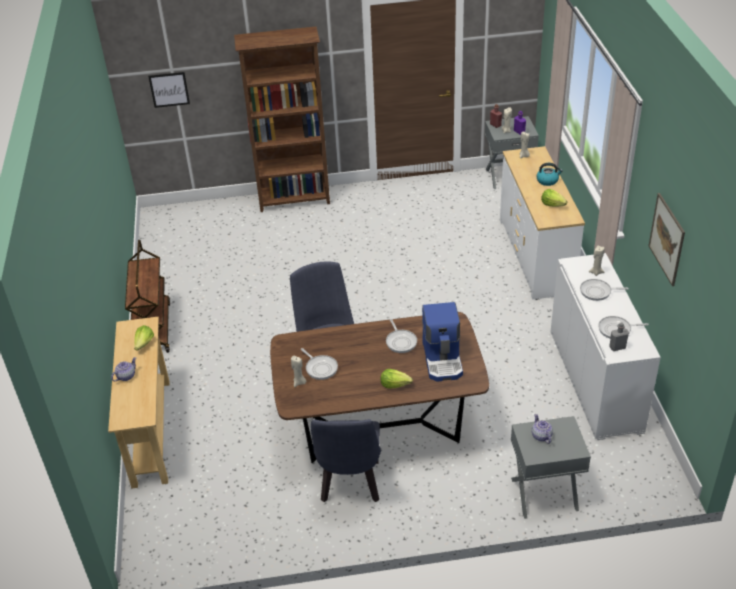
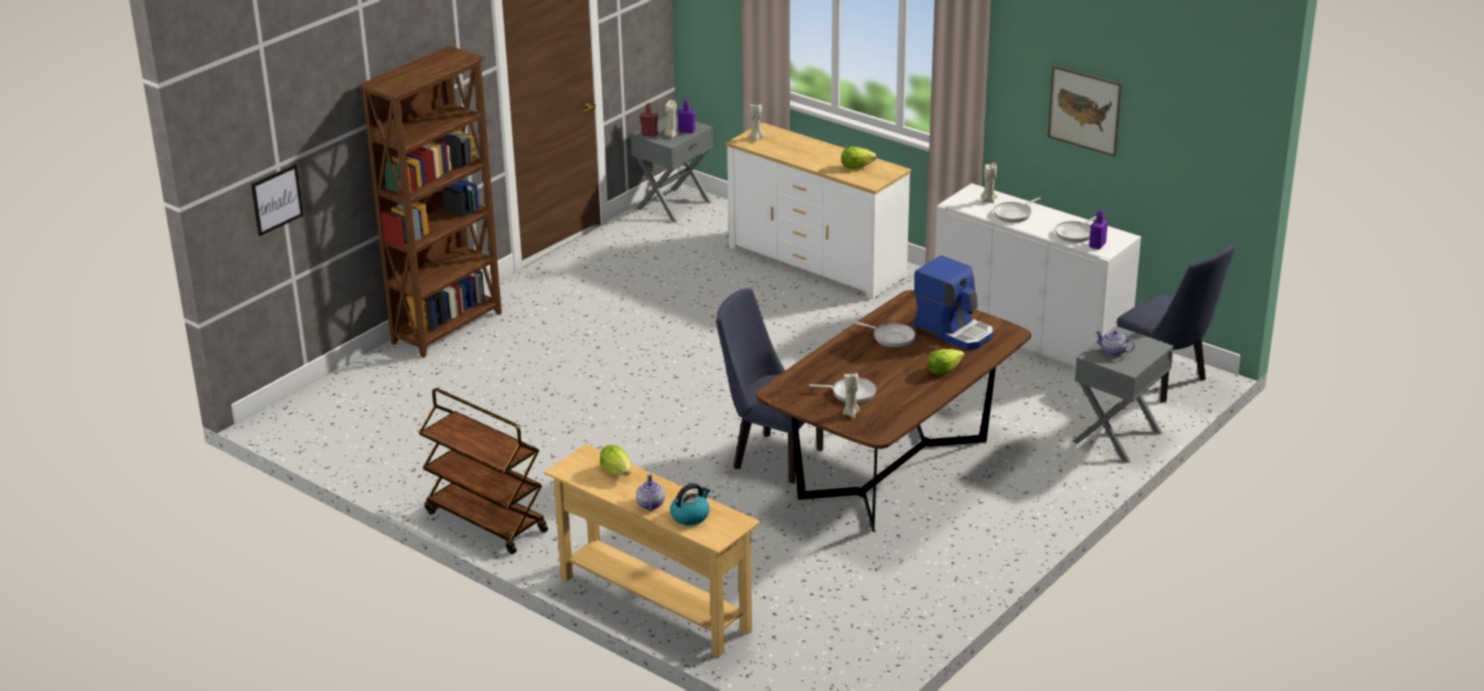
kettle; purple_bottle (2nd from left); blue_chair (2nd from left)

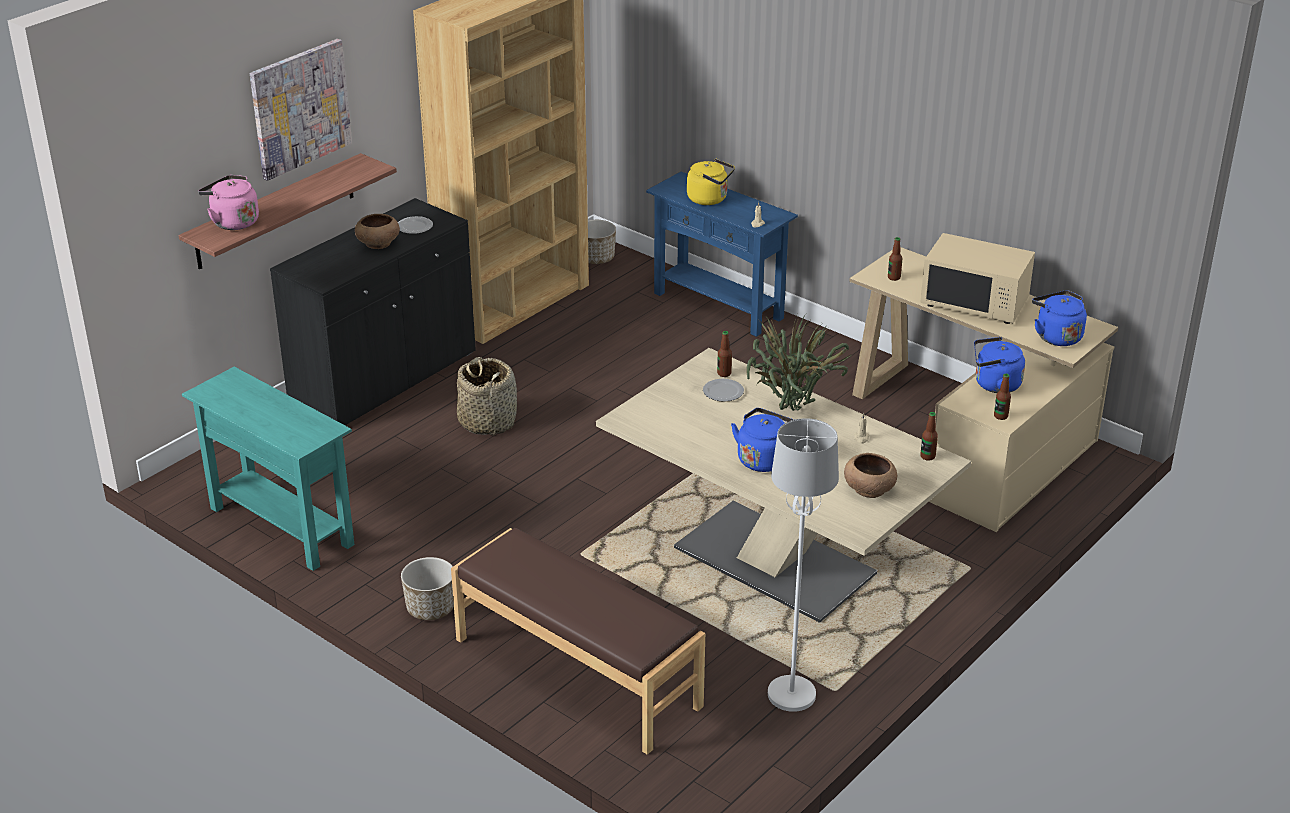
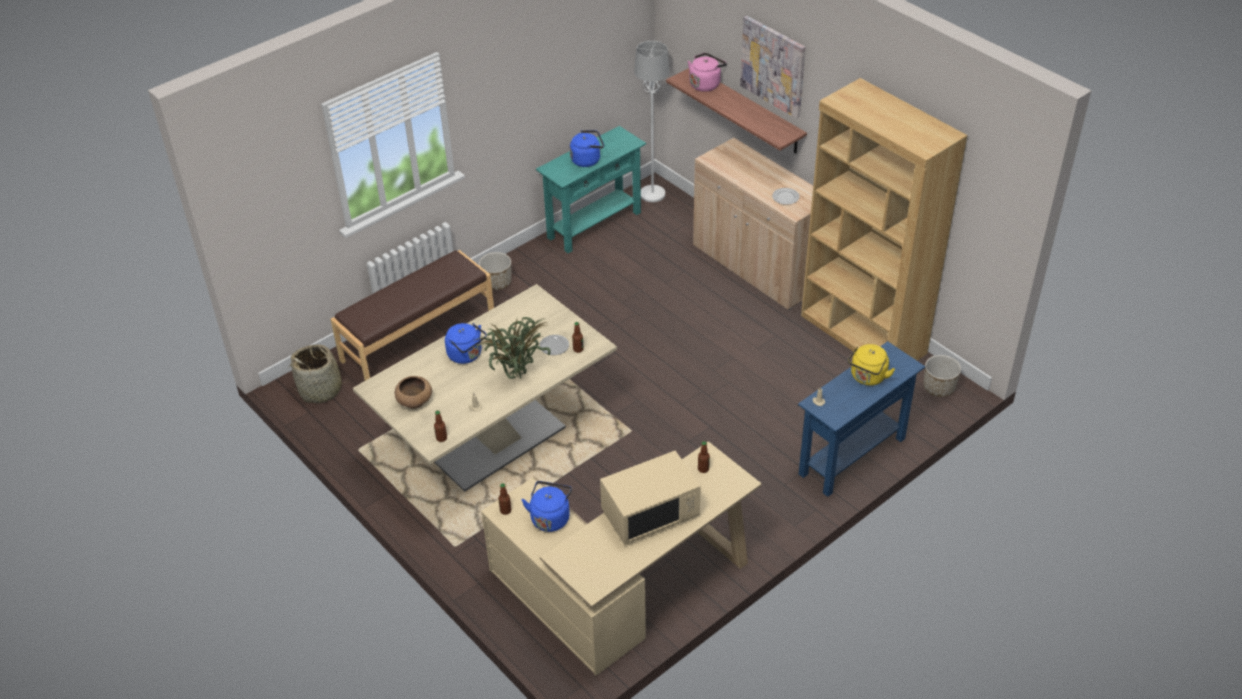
beige_cabinet; brown_bowl (1st from left in the first image); beige_microwave; blue_kettle (3rd from left); basket; white_floor_lamp

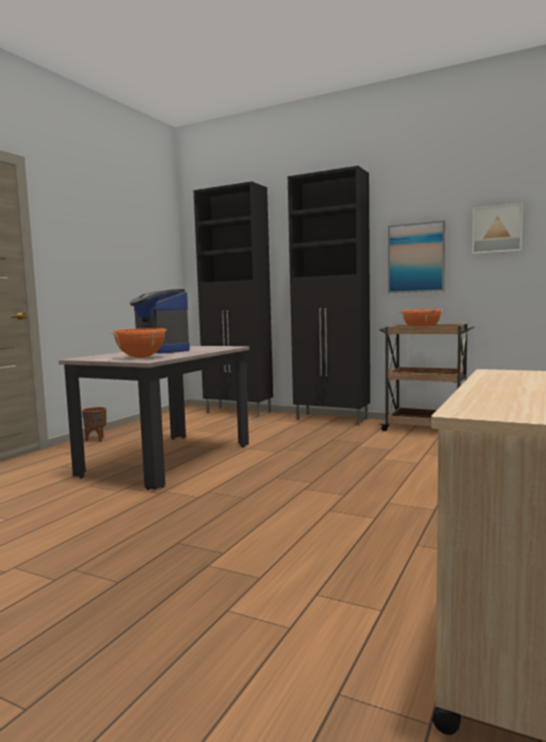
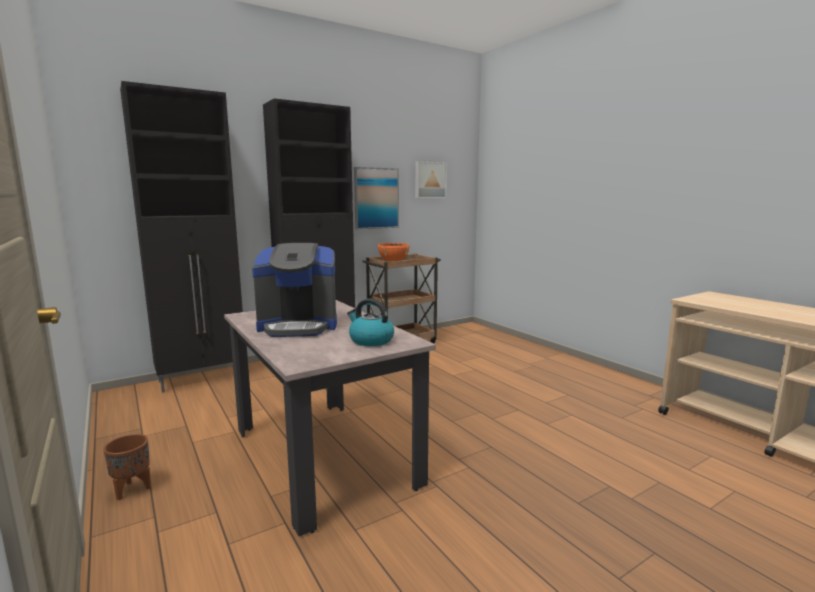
kettle

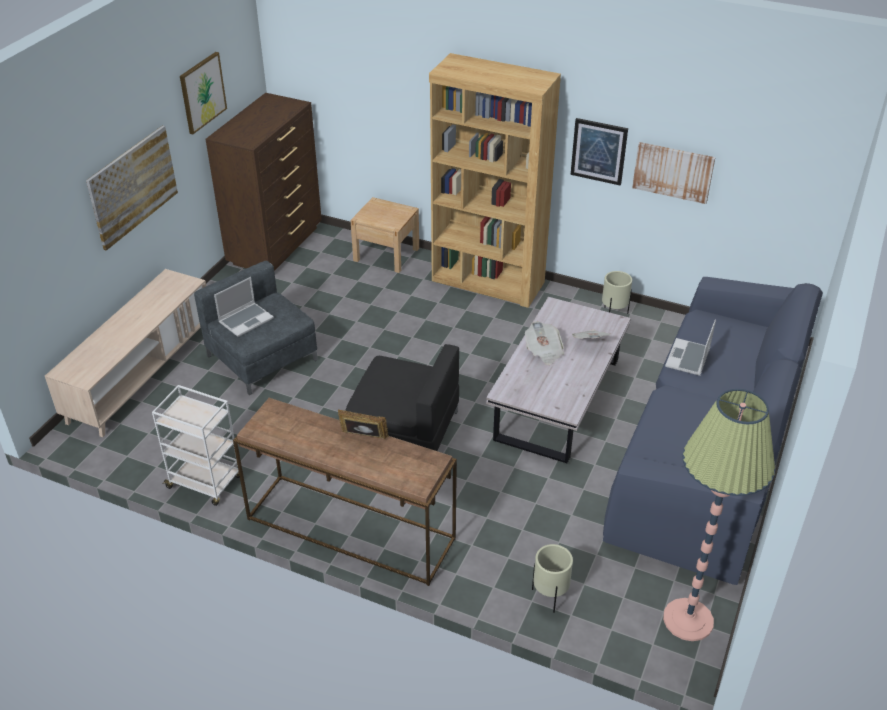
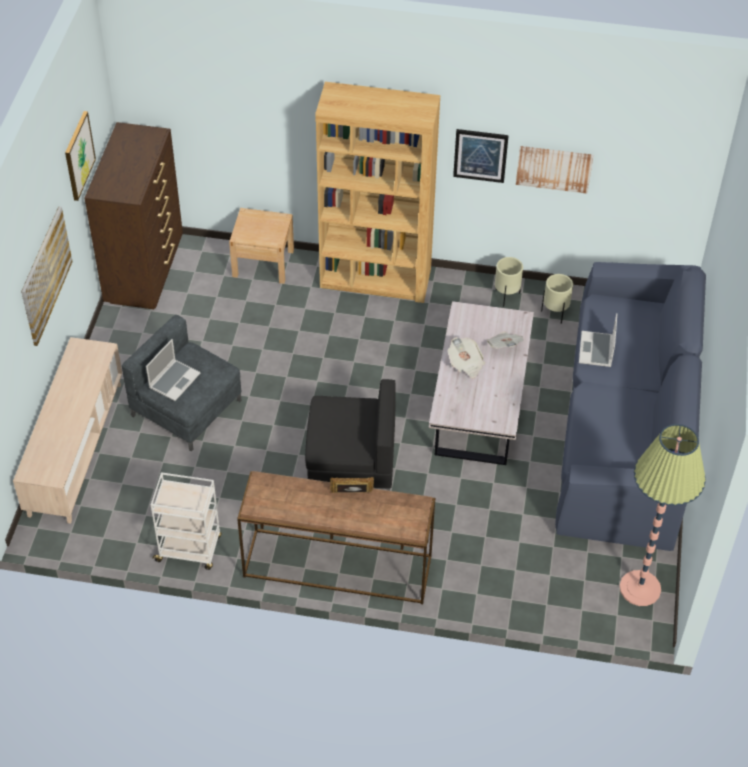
beige_planter (2nd from left)

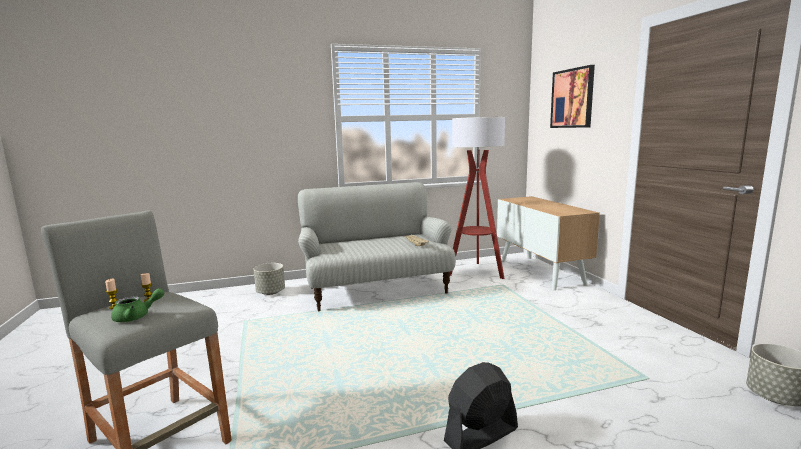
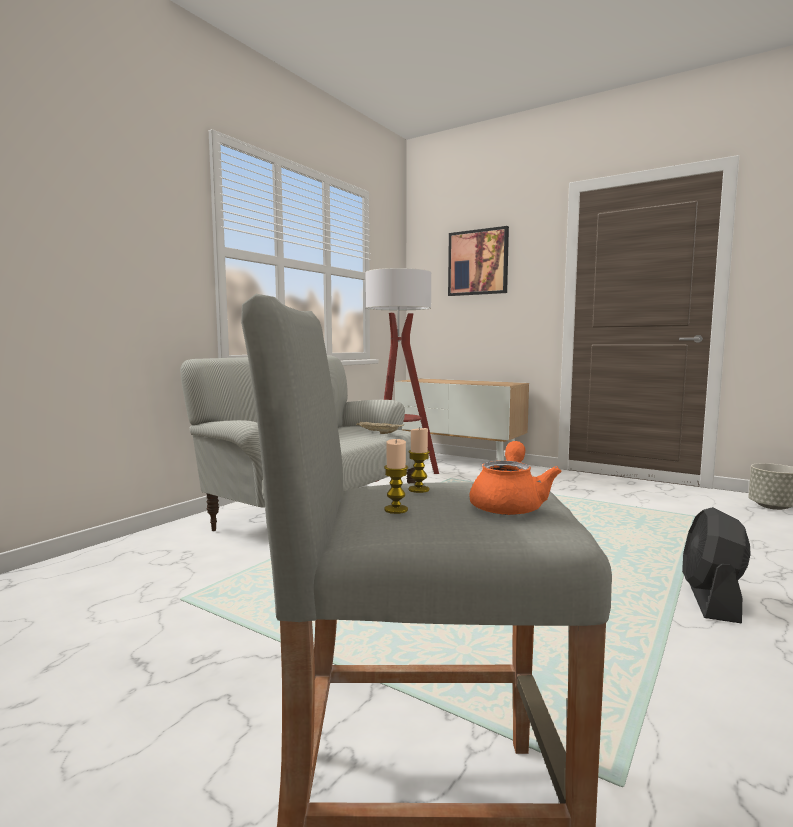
grey_planter (1st from left in the first image); orange_teapot

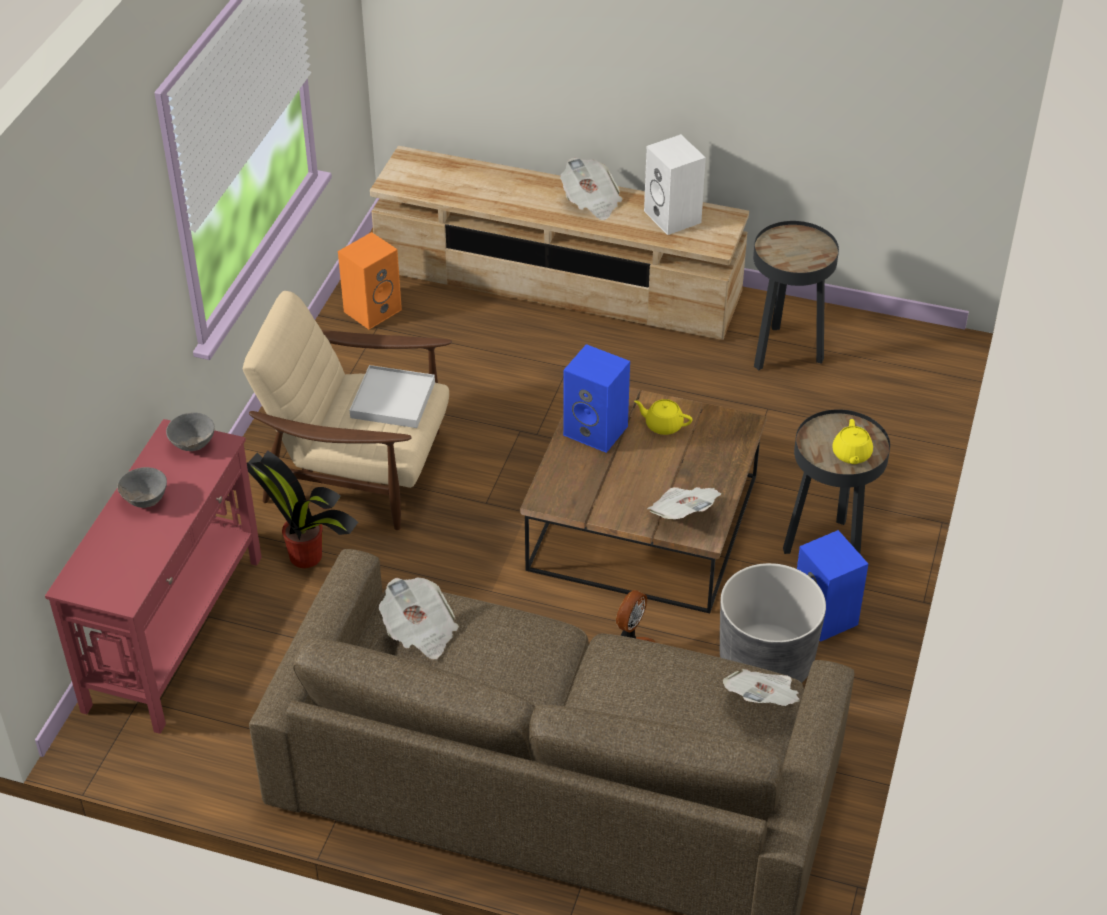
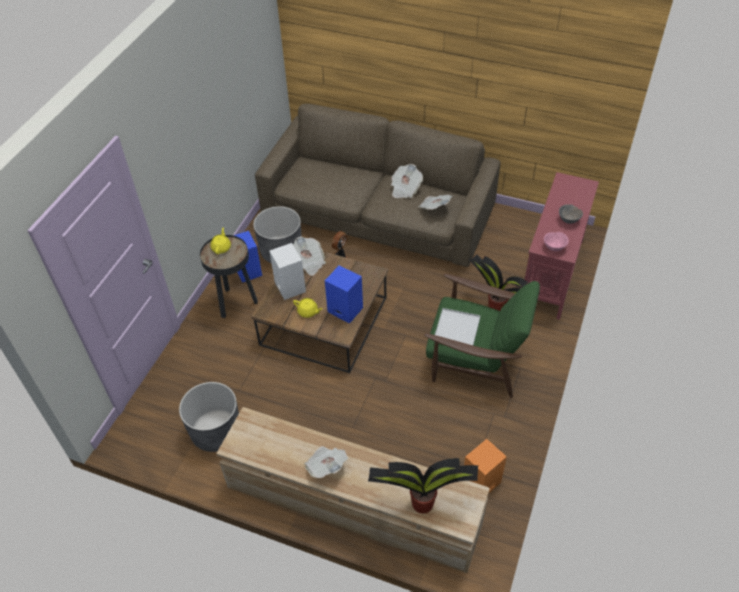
white_speaker; grey_planter (1st from left); green_armchair; pink_bowl; newspaper (3rd from left); potted_plant (1st from left)

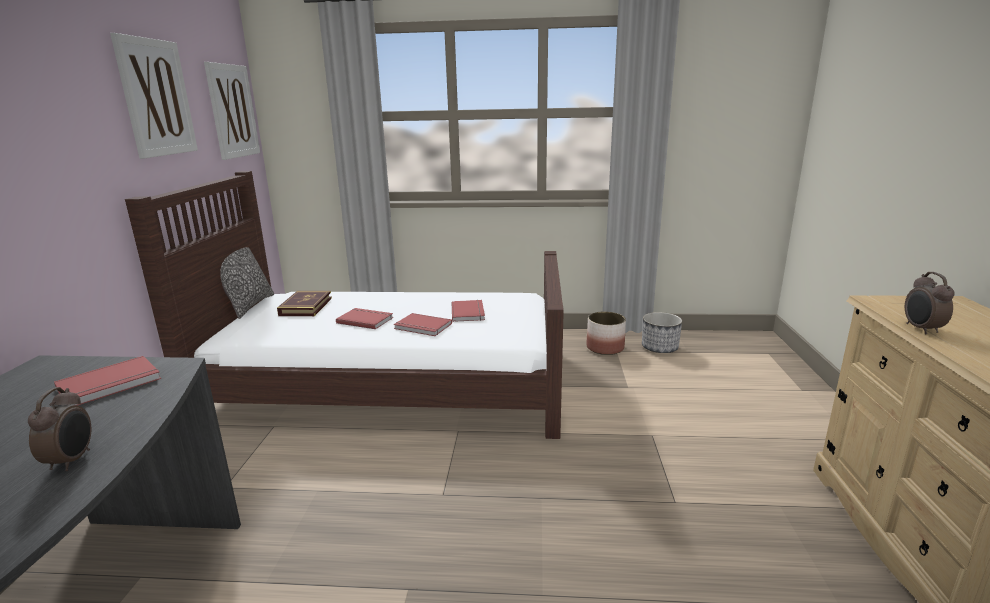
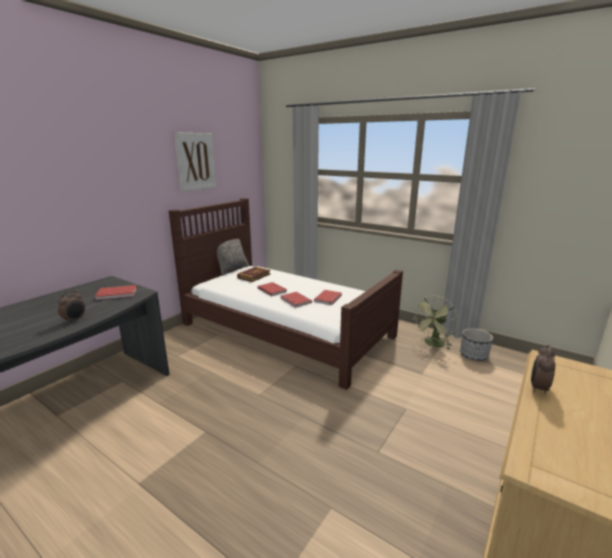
picture (2nd from left in the first image); green_fan

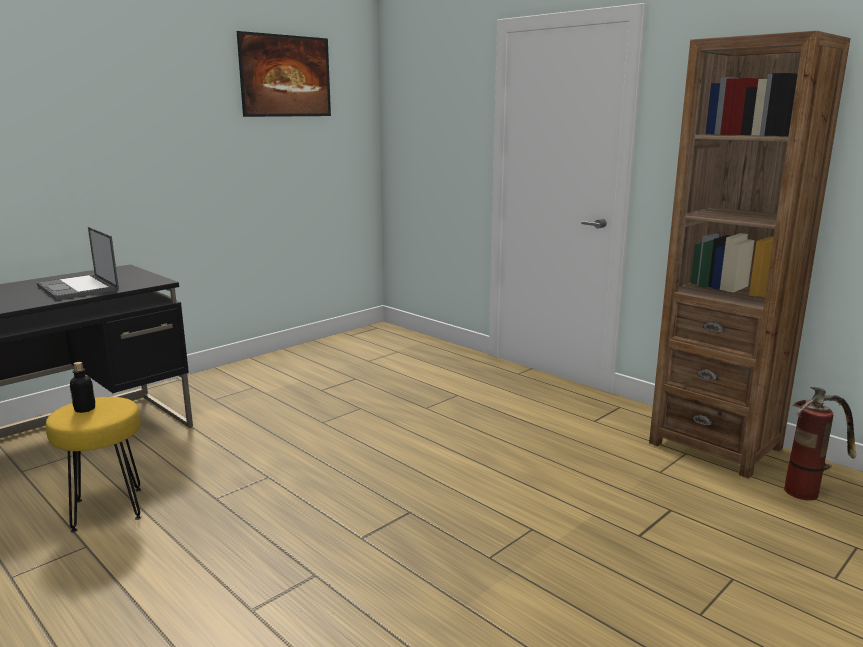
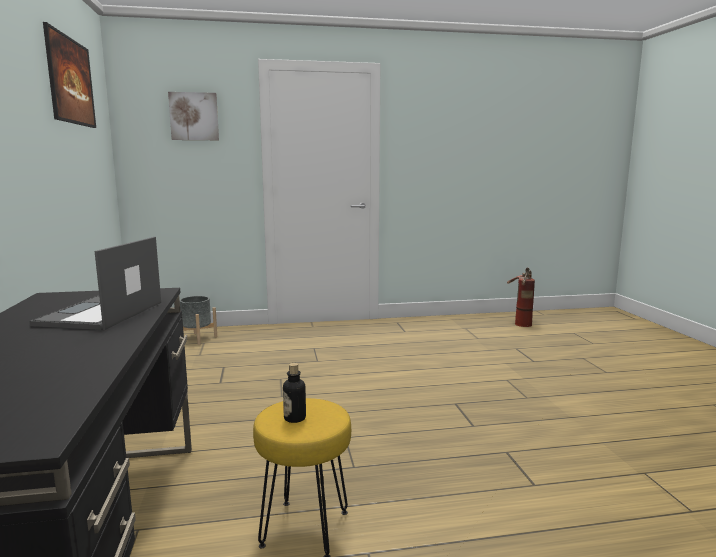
brown_bookcase; laptop; picture (2nd from left); grey_planter

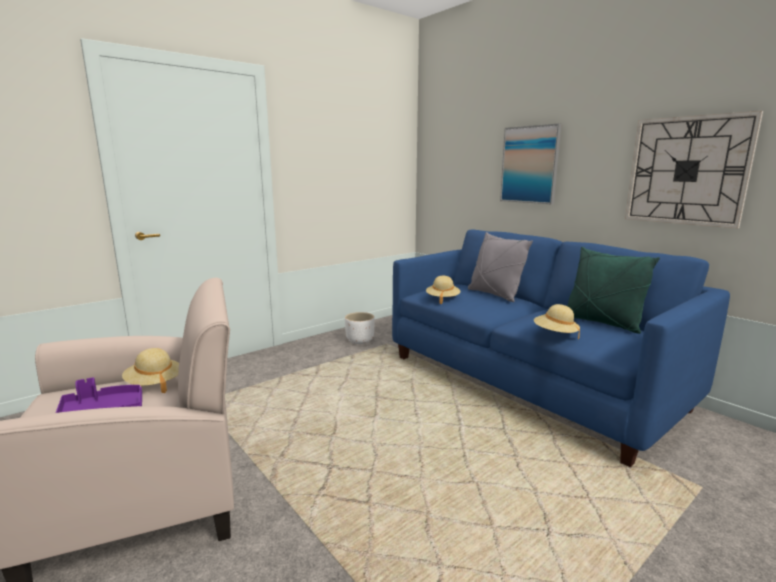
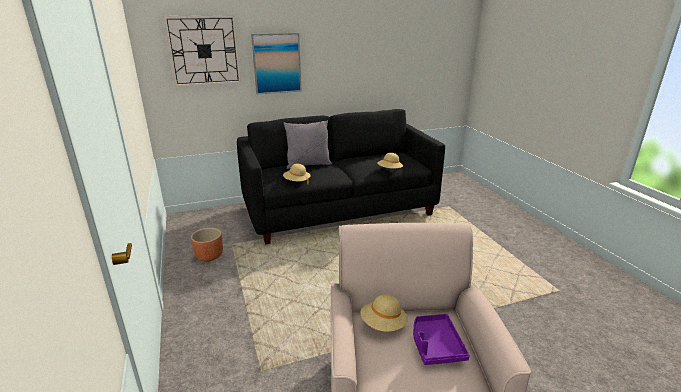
wall_clock; black_sofa; green_pillow; brown_planter

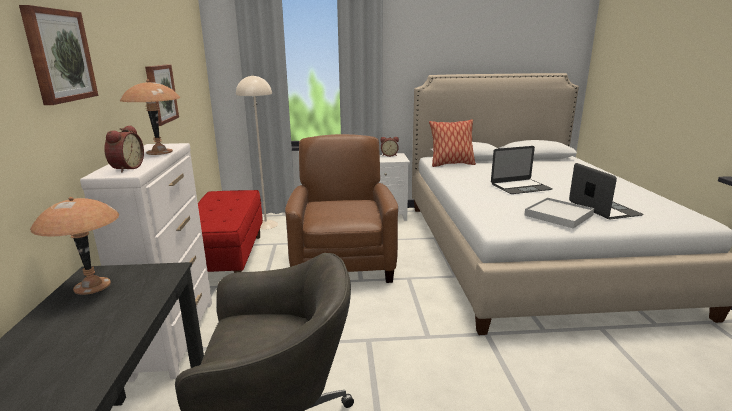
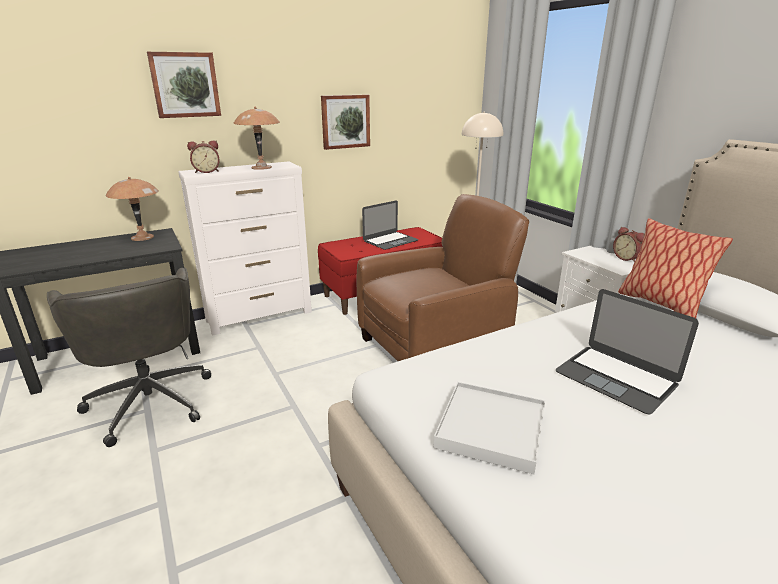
laptop (1st from left)

